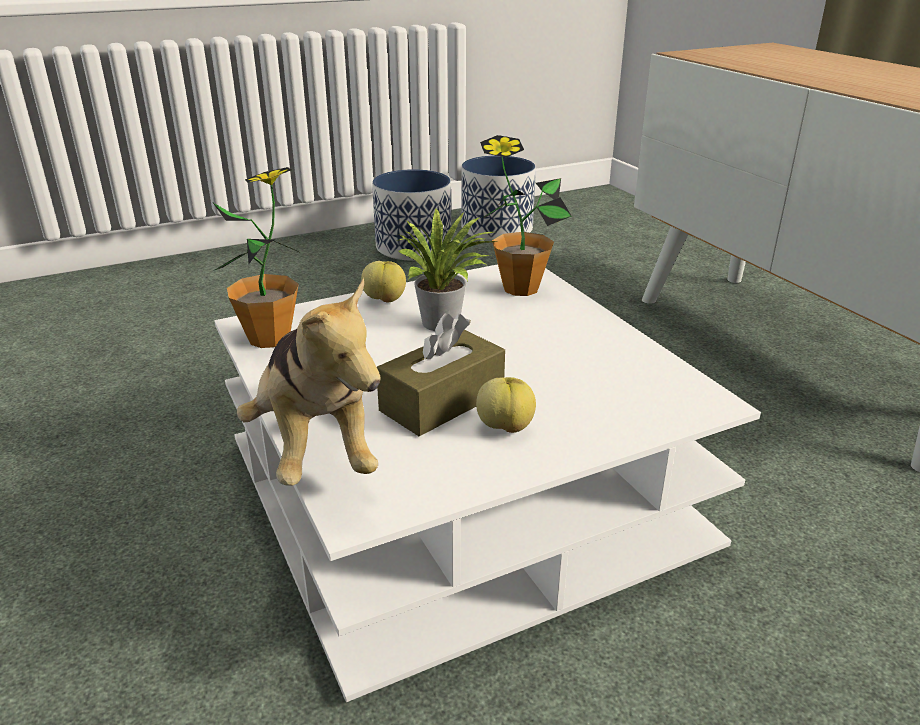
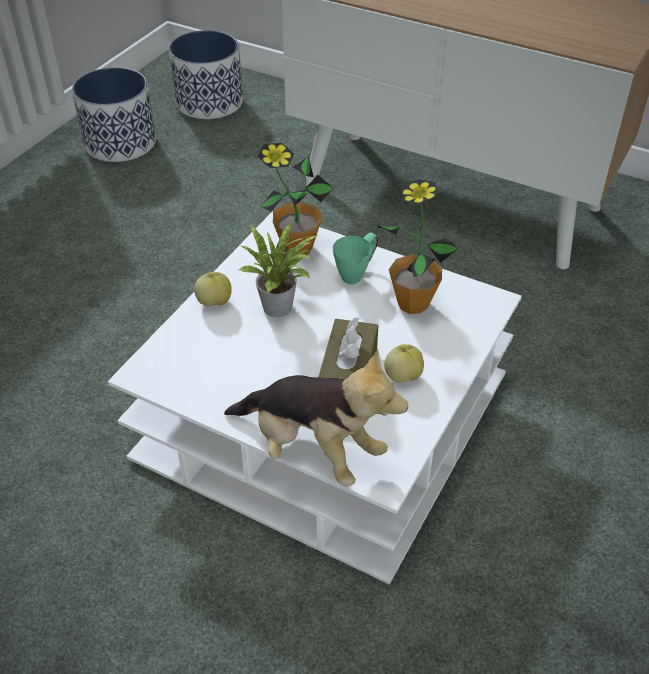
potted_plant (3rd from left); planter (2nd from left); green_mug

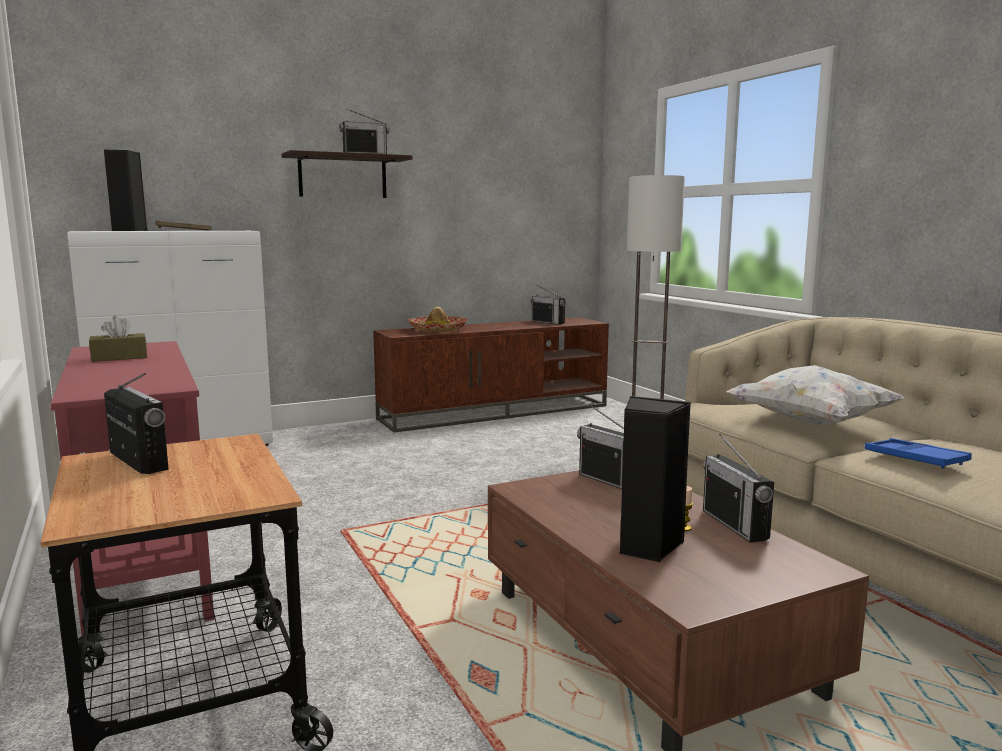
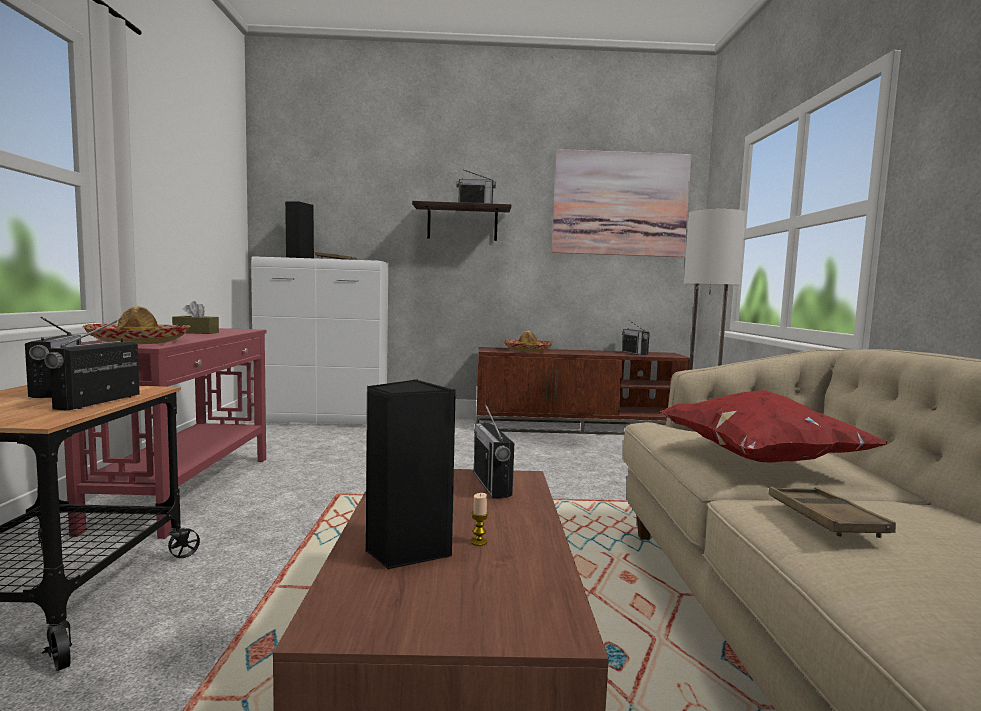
red_pillow; radio (2nd from left); brown_tray (2nd from left); picture; hat (1st from left)

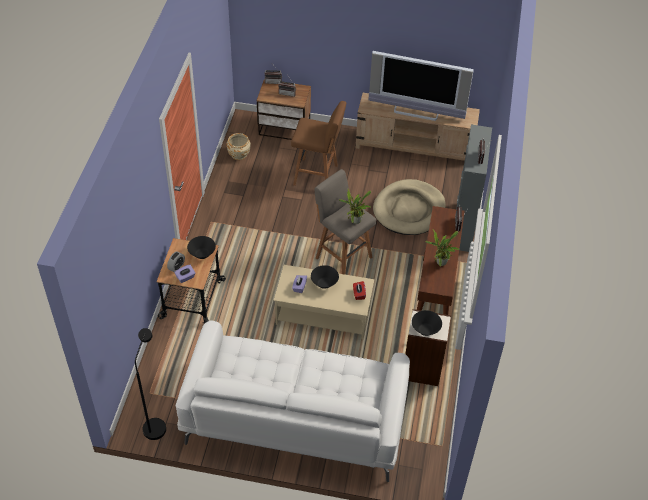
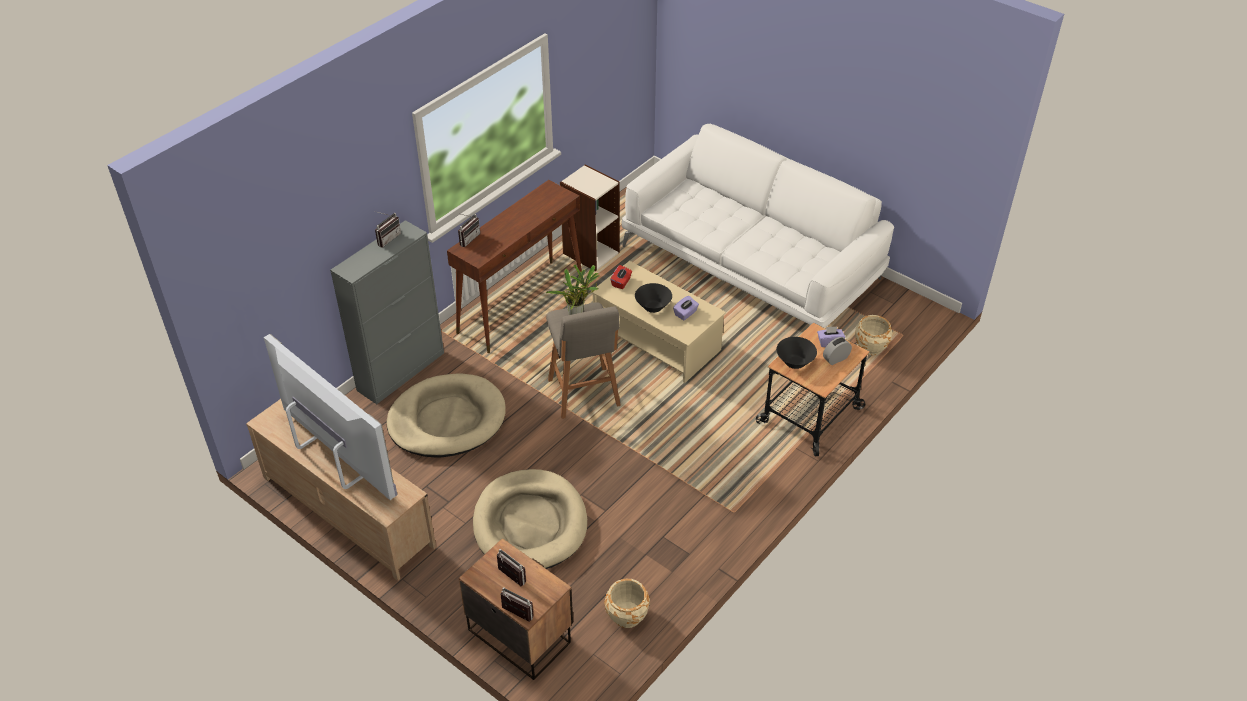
beige_dog_bed (2nd from left); potted_plant (2nd from left in the first image); black_bowl (3rd from left in the first image); black_floor_lamp; beige_planter (2nd from left)

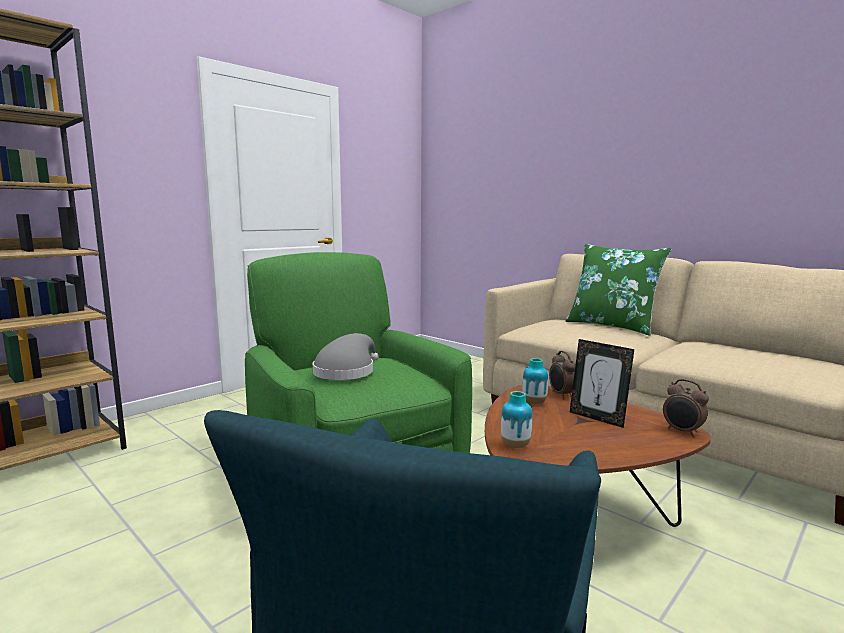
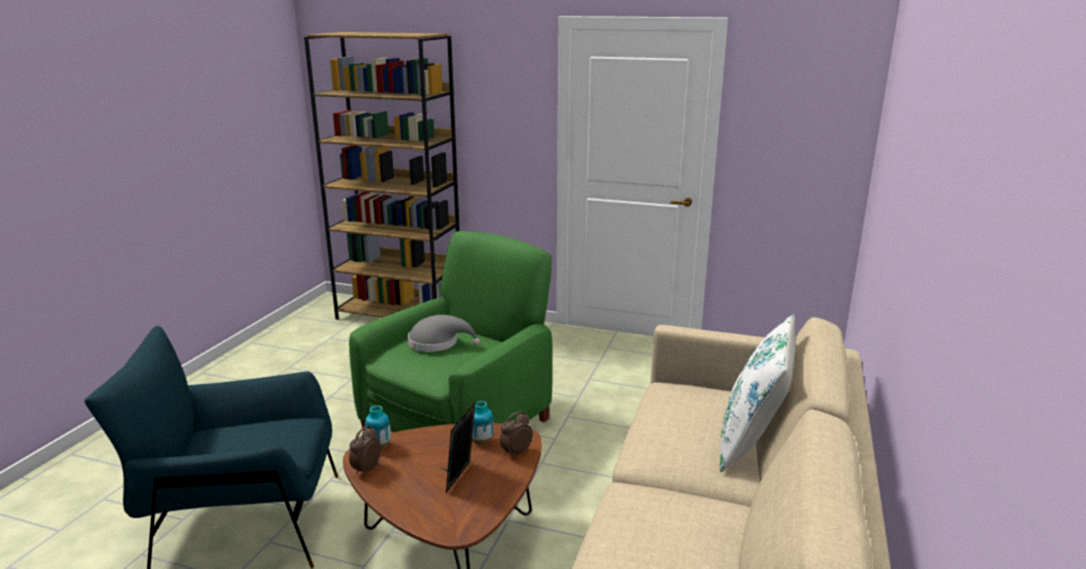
white_pillow; alarm_clock (1st from left)

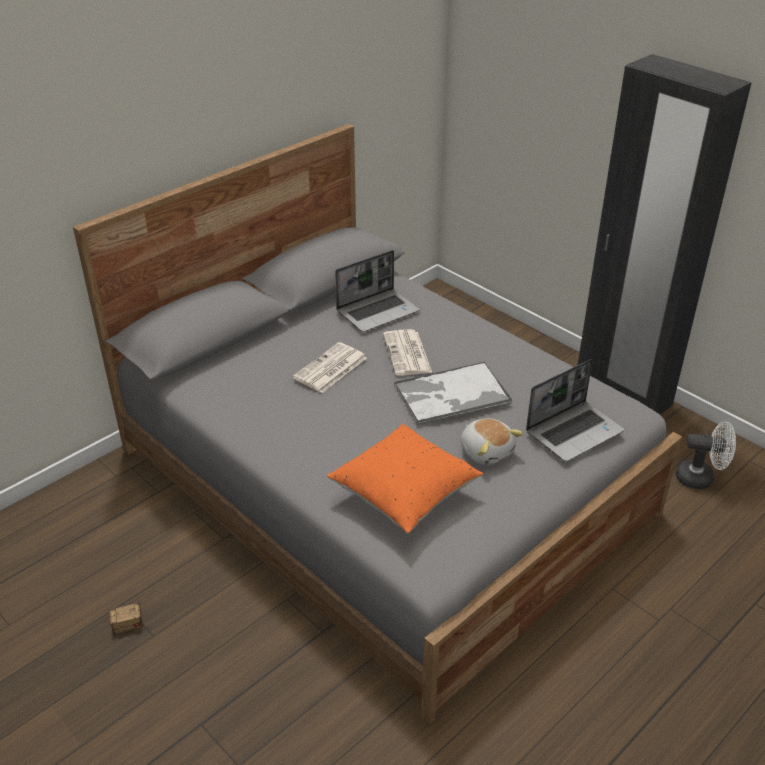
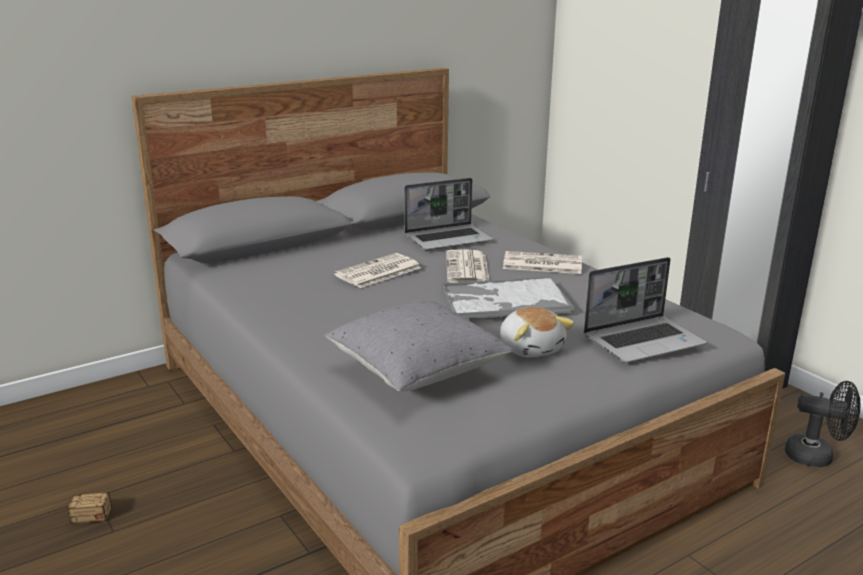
black_fan; grey_pillow; newspaper (3rd from left)

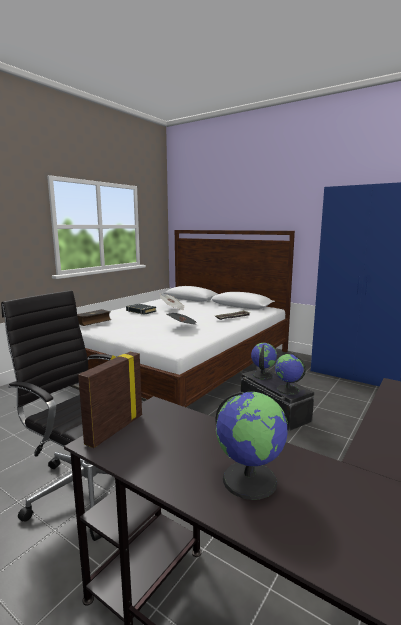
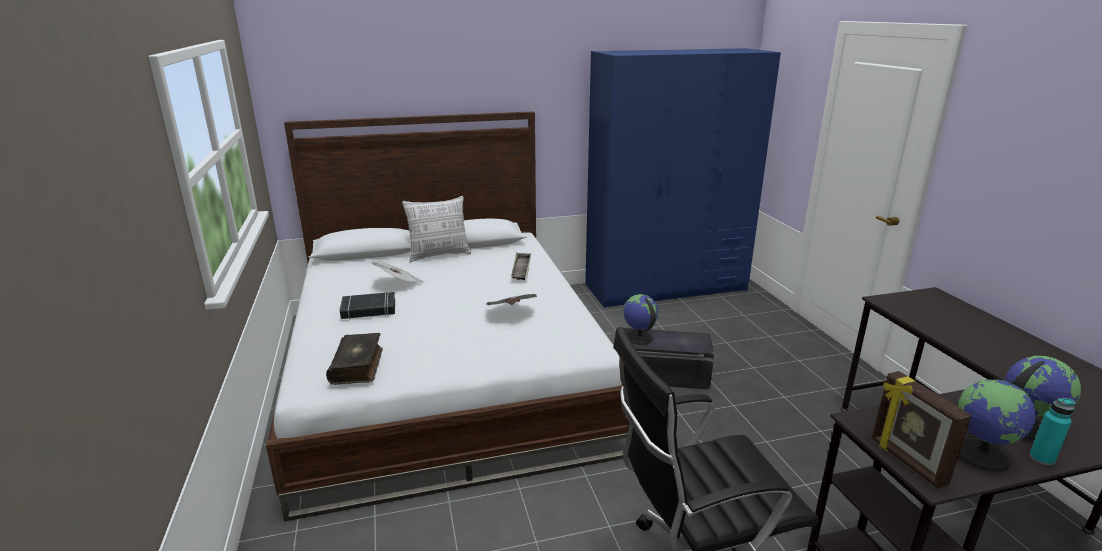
globe (2nd from left); pillow; turquoise_bottle

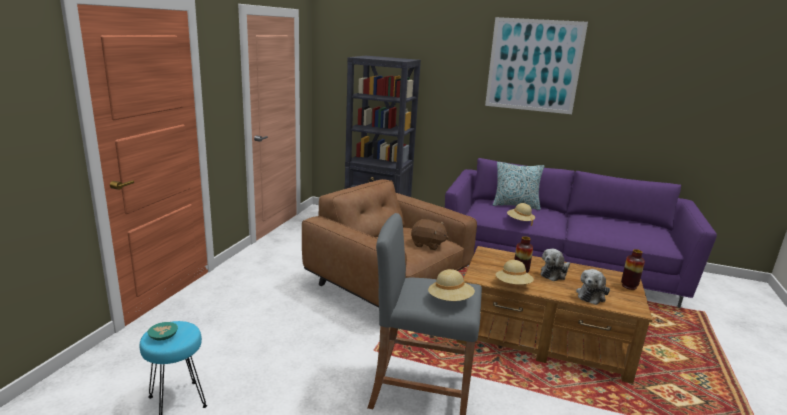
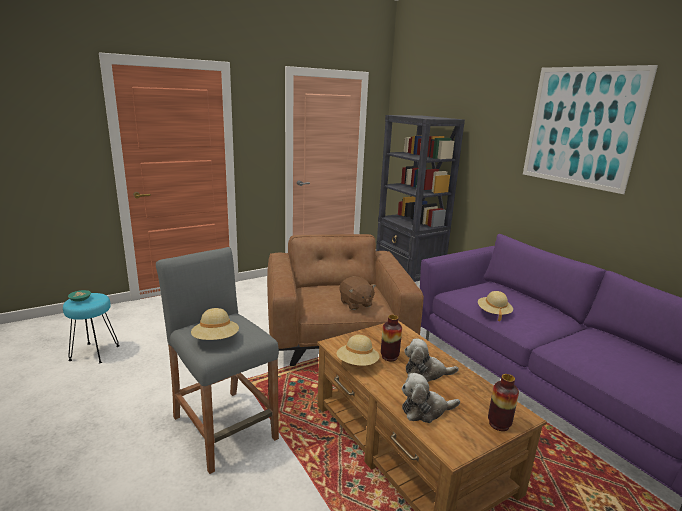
pillow

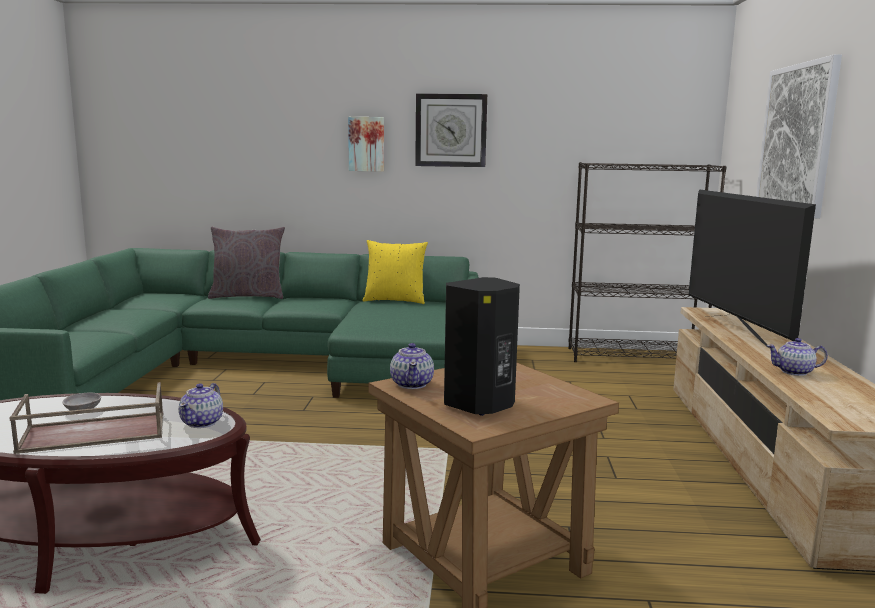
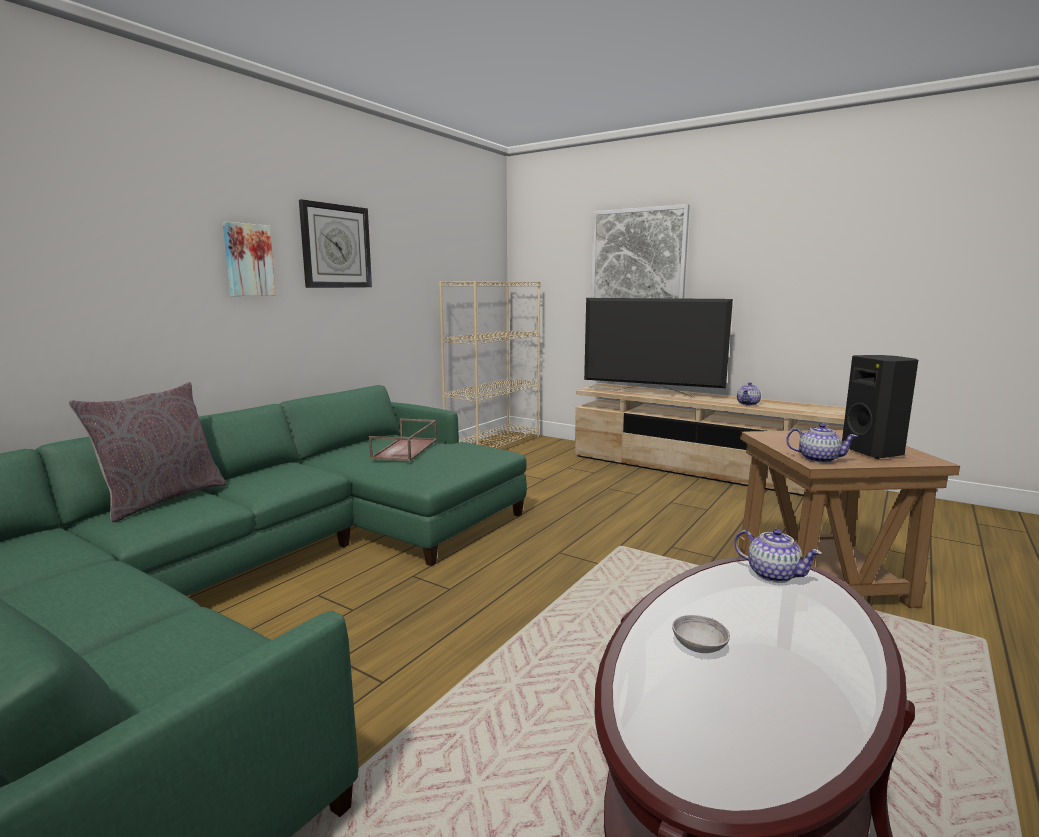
beige_bookcase; yellow_pillow; brown_tray

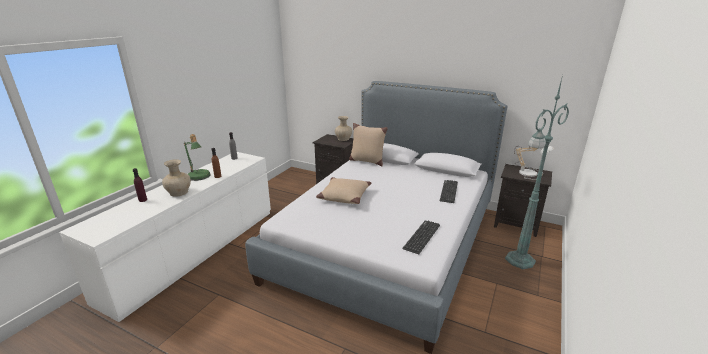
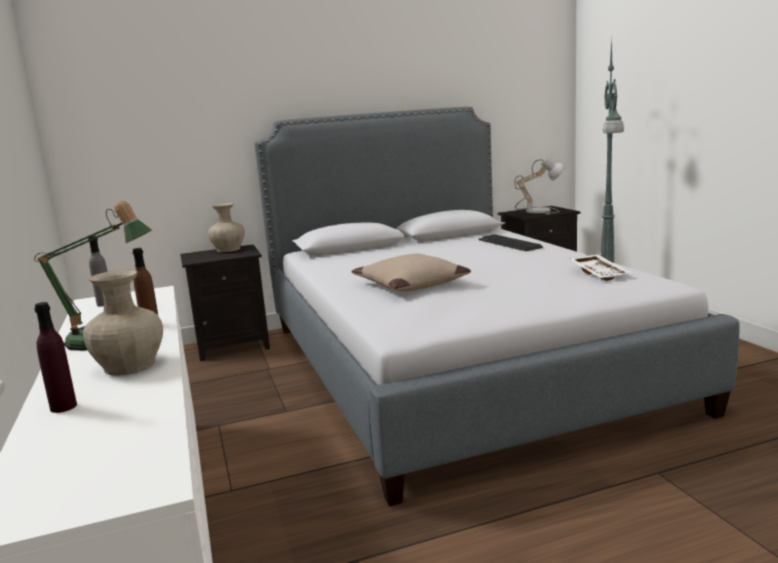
beige_pillow (2nd from left in the first image); white_tray

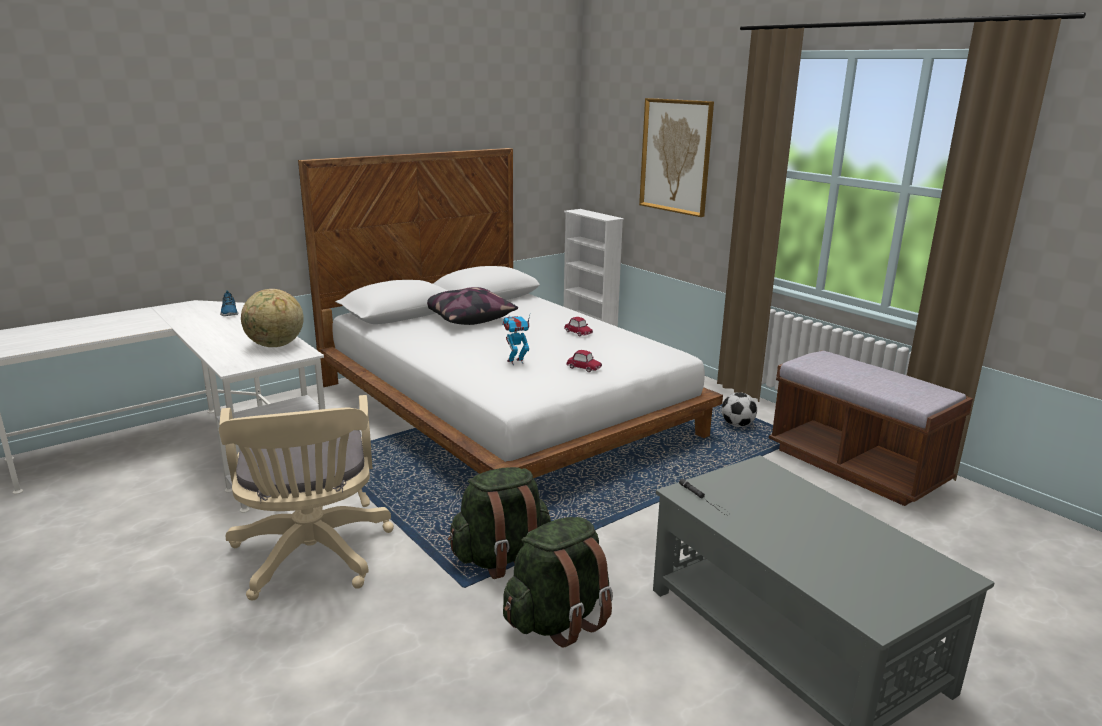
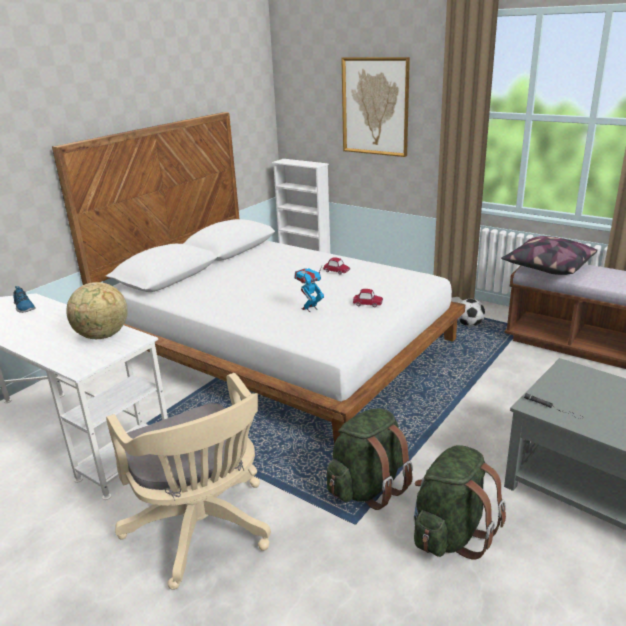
pillow

